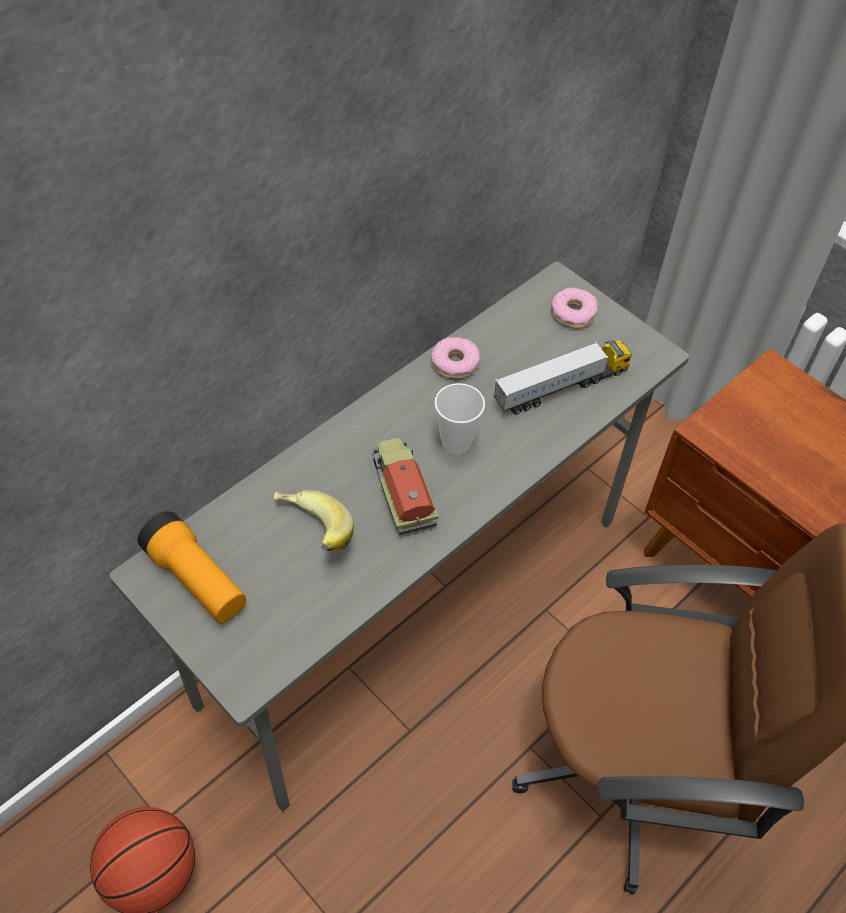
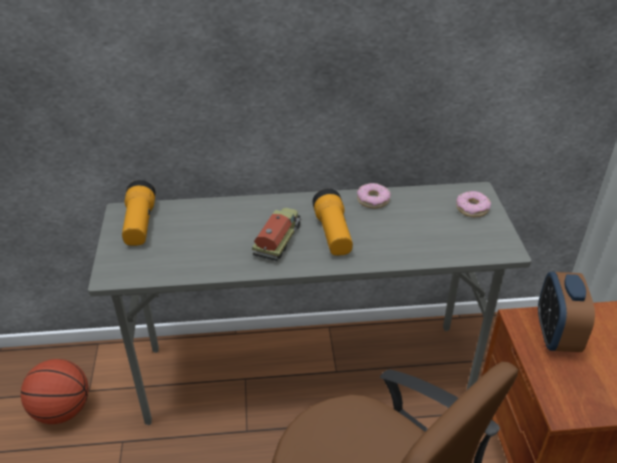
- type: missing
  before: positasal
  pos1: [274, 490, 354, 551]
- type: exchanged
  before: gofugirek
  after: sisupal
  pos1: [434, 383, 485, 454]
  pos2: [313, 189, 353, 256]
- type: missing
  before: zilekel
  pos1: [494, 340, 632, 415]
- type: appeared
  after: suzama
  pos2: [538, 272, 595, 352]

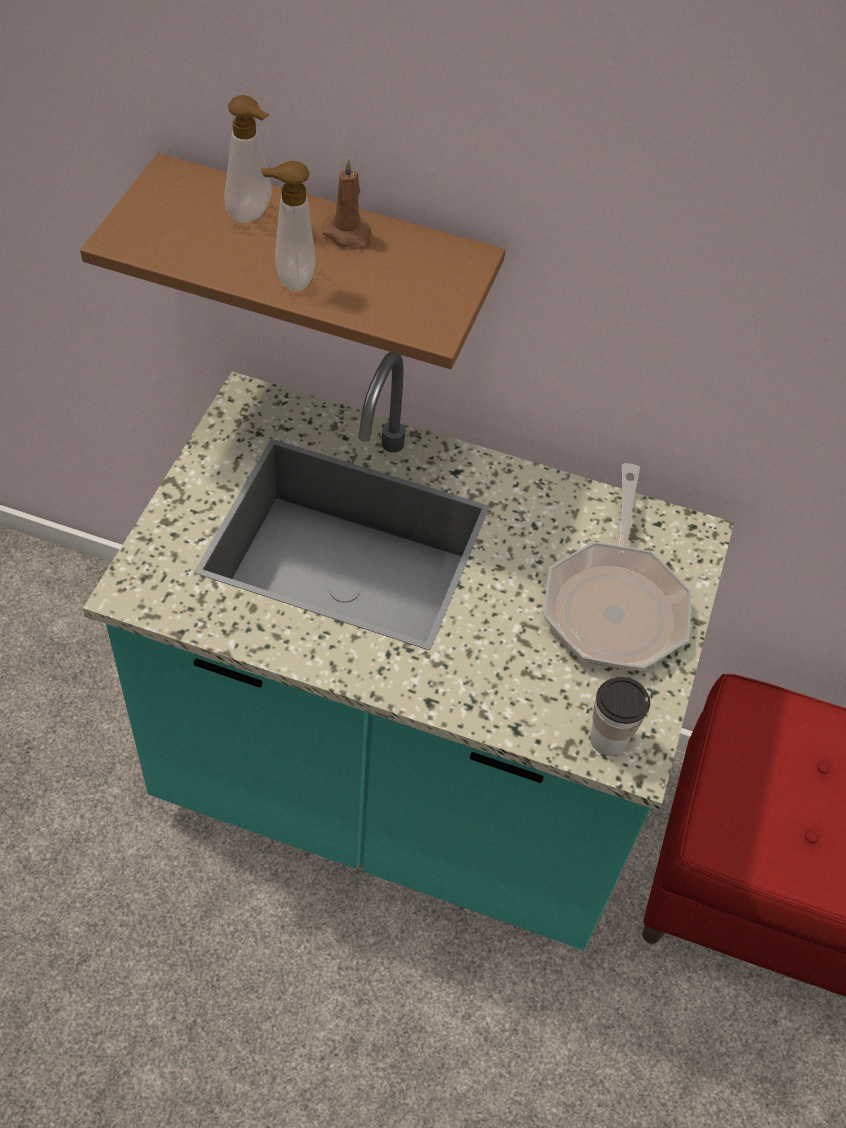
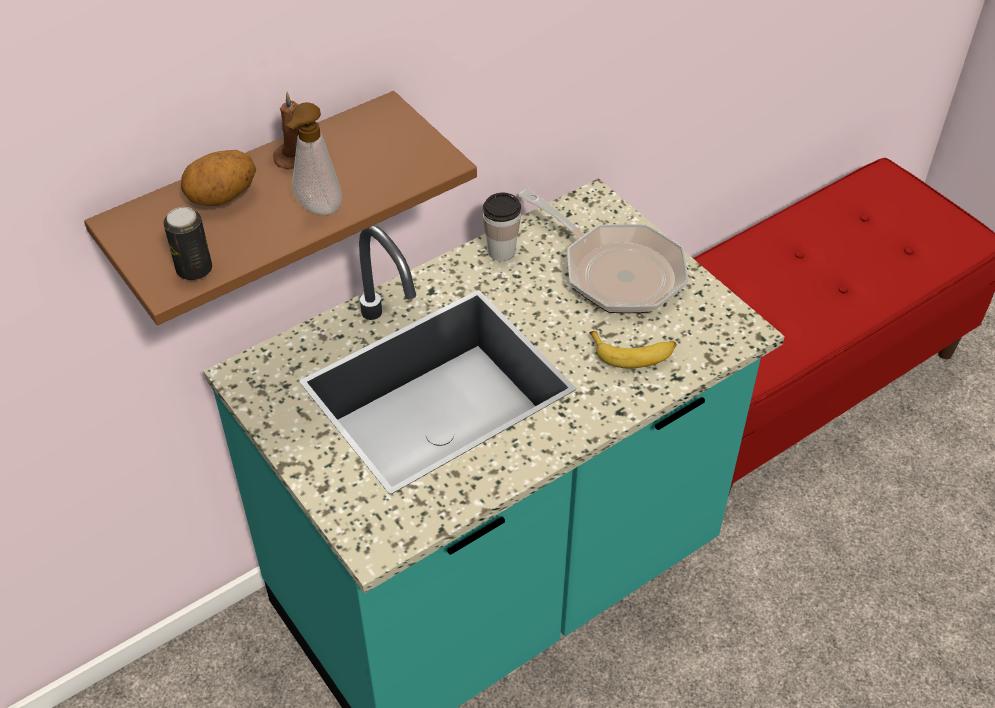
- type: exchanged
  before: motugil
  after: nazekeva
  pos1: [224, 95, 272, 223]
  pos2: [181, 150, 256, 206]
- type: relocated
  before: gofugirek
  pos1: [590, 677, 650, 756]
  pos2: [483, 193, 521, 261]
- type: appeared
  after: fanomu
  pos2: [163, 207, 212, 280]
- type: appeared
  after: positasal
  pos2: [589, 331, 677, 368]

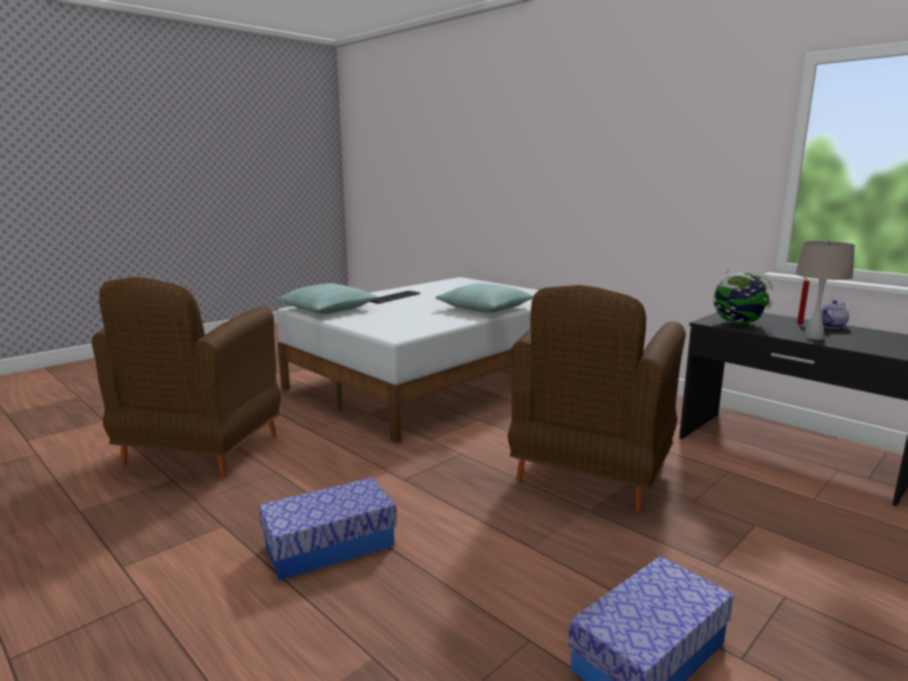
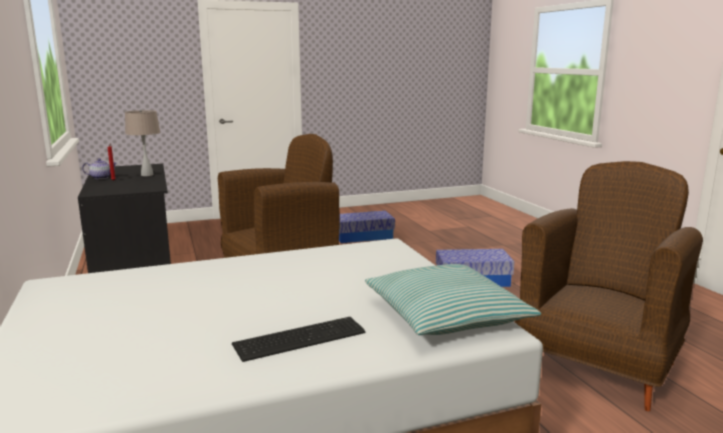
- type: missing
  before: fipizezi
  pos1: [435, 283, 534, 313]
- type: missing
  before: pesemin
  pos1: [713, 269, 773, 325]

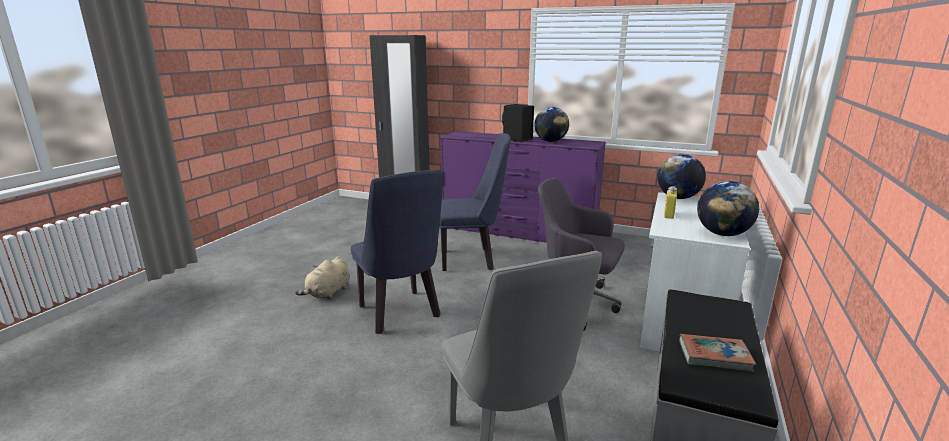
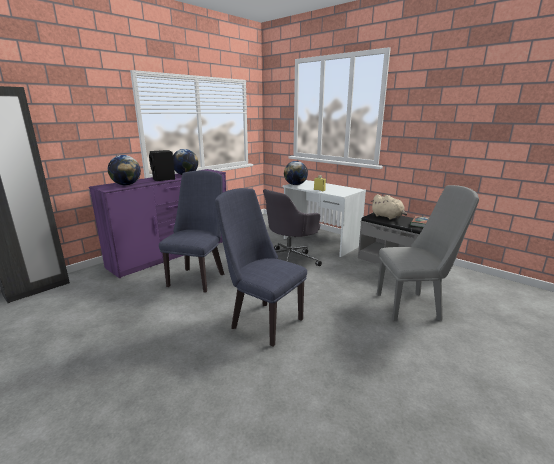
- type: relocated
  before: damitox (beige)
  pos1: [295, 256, 350, 299]
  pos2: [372, 194, 407, 220]
- type: spun
  before: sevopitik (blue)
  pos1: [351, 170, 443, 334]
  pos2: [215, 188, 307, 346]
  turn: -135
- type: relocated
  before: pesemin
  pos1: [697, 181, 759, 236]
  pos2: [108, 155, 141, 186]

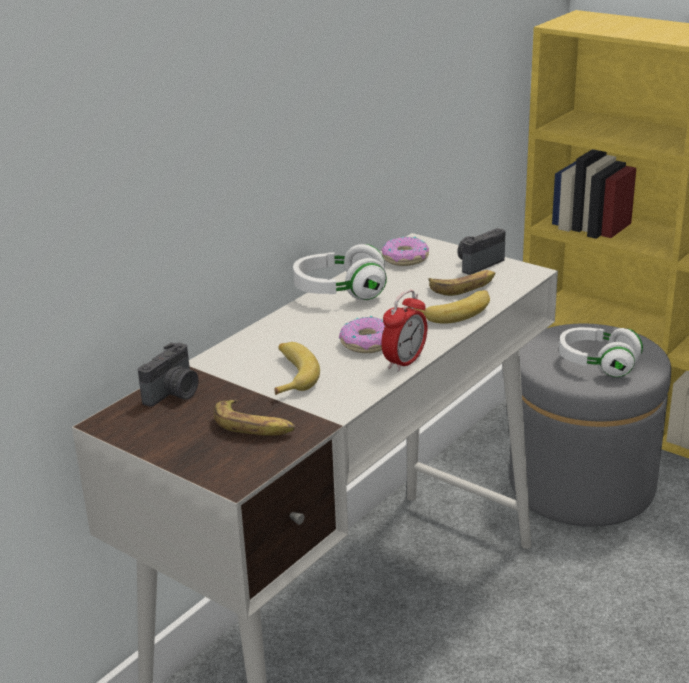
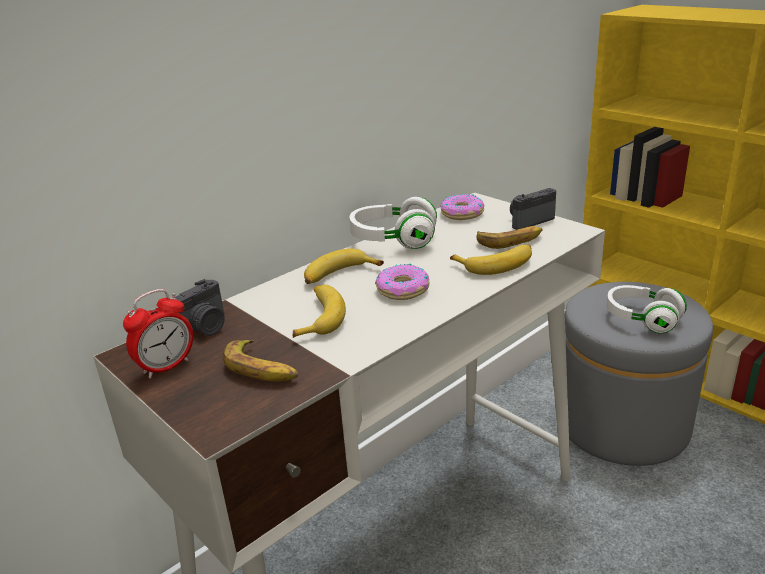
- type: relocated
  before: suzama
  pos1: [381, 290, 428, 372]
  pos2: [123, 289, 193, 379]
- type: appeared
  after: positasal
  pos2: [304, 249, 384, 284]

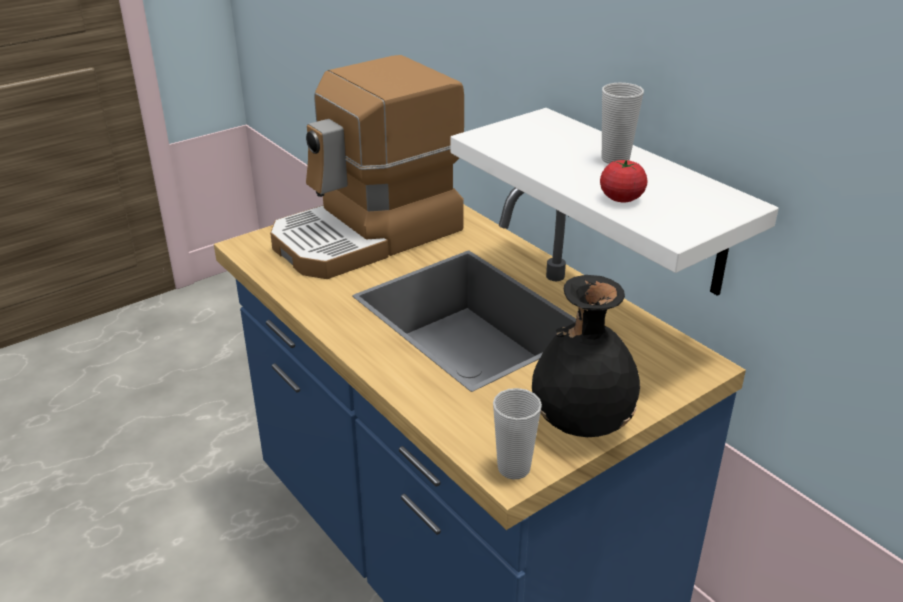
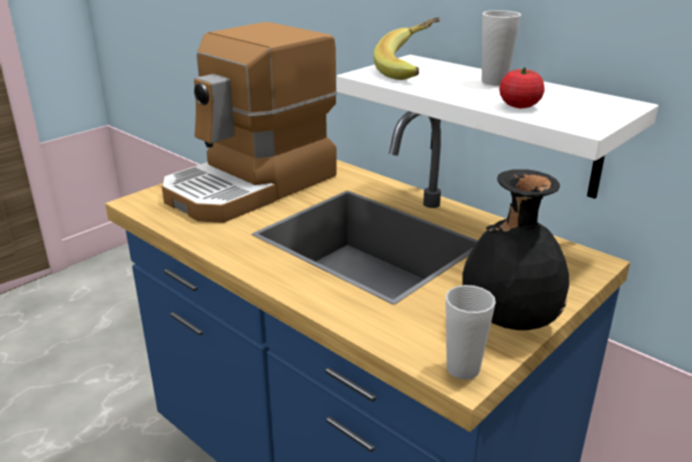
- type: appeared
  after: positasal
  pos2: [374, 17, 440, 80]

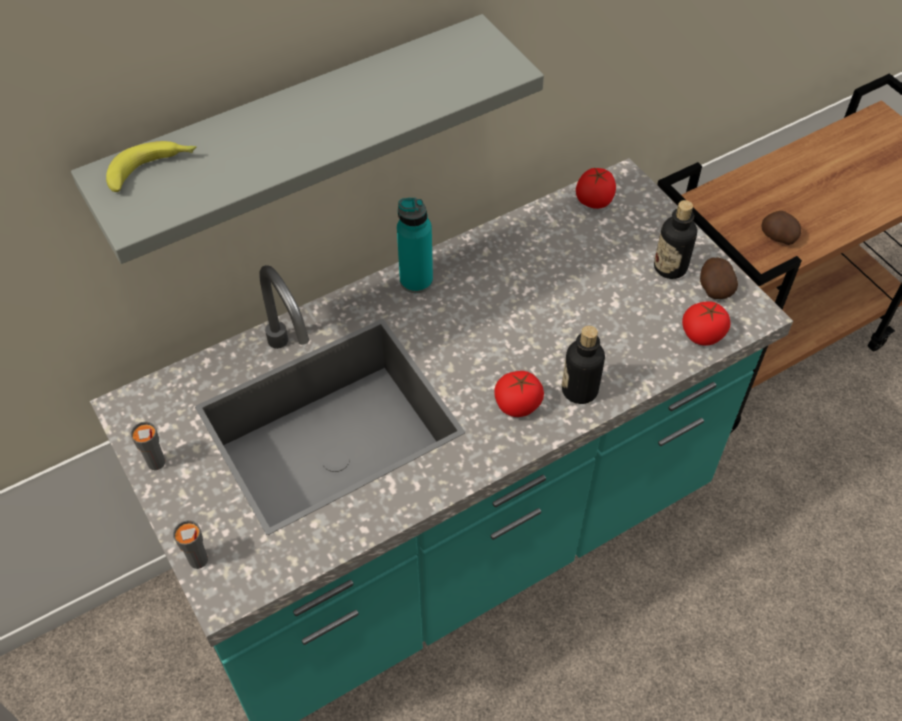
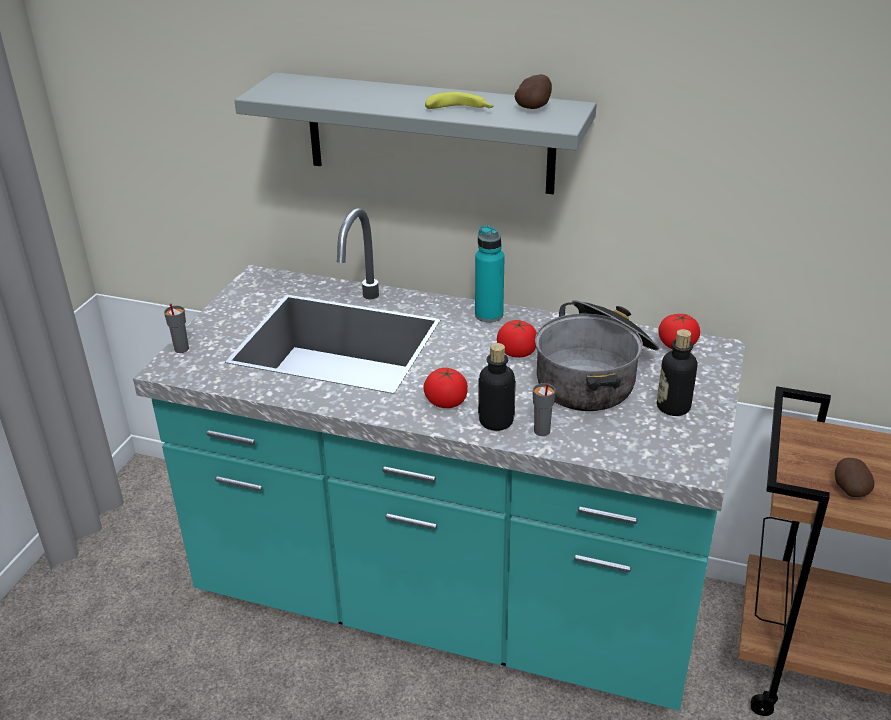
- type: relocated
  before: positasal
  pos1: [106, 141, 197, 192]
  pos2: [425, 92, 494, 109]
- type: relocated
  before: gofugirek (grey)
  pos1: [131, 421, 165, 470]
  pos2: [533, 383, 556, 436]
- type: relocated
  before: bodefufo
  pos1: [682, 301, 730, 346]
  pos2: [497, 320, 537, 358]
- type: relocated
  before: nazekeva
  pos1: [700, 258, 738, 299]
  pos2: [515, 74, 552, 109]
- type: appeared
  after: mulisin
  pos2: [535, 300, 659, 411]

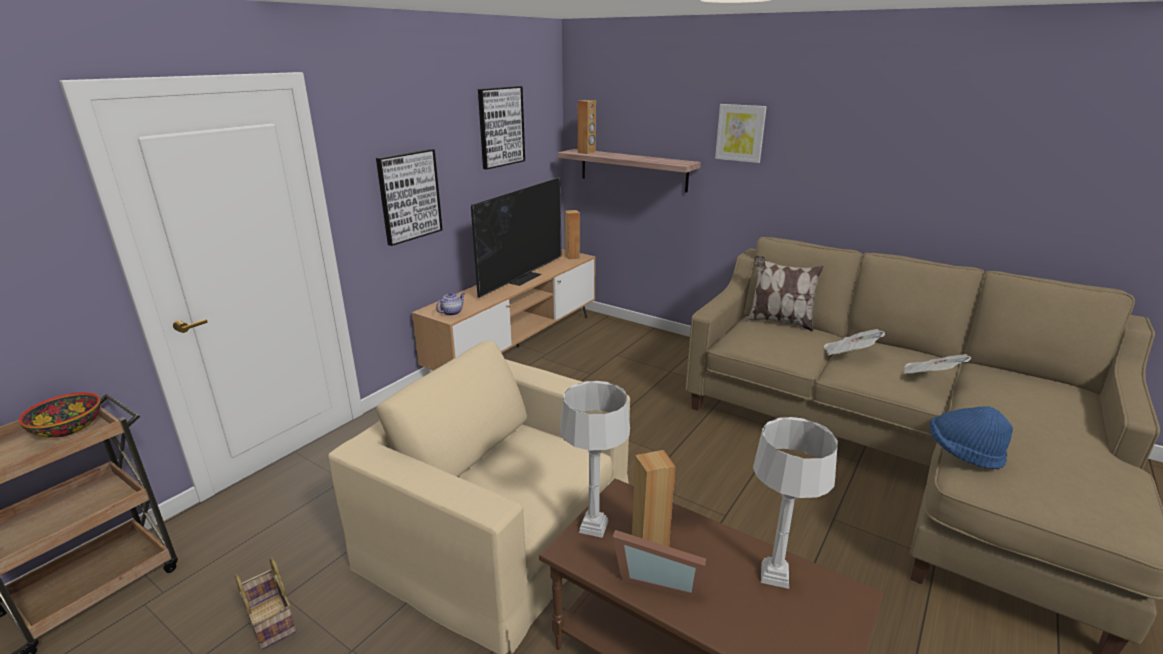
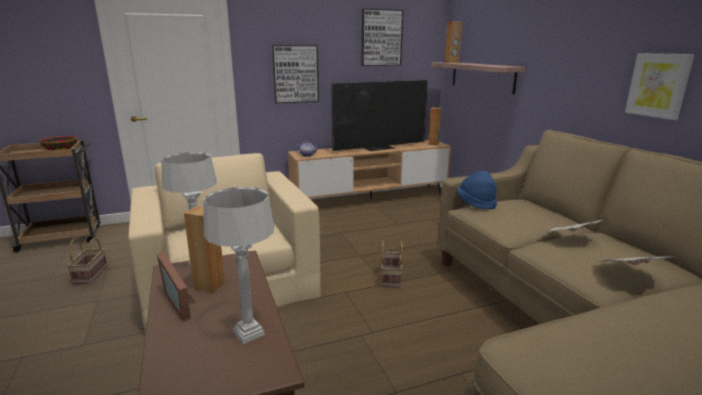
- type: relocated
  before: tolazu
  pos1: [715, 104, 767, 163]
  pos2: [625, 53, 694, 120]
- type: missing
  before: fipizezi
  pos1: [747, 256, 824, 331]
- type: relocated
  before: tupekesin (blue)
  pos1: [930, 406, 1013, 469]
  pos2: [457, 171, 497, 210]
- type: appeared
  after: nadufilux
  pos2: [381, 241, 403, 288]

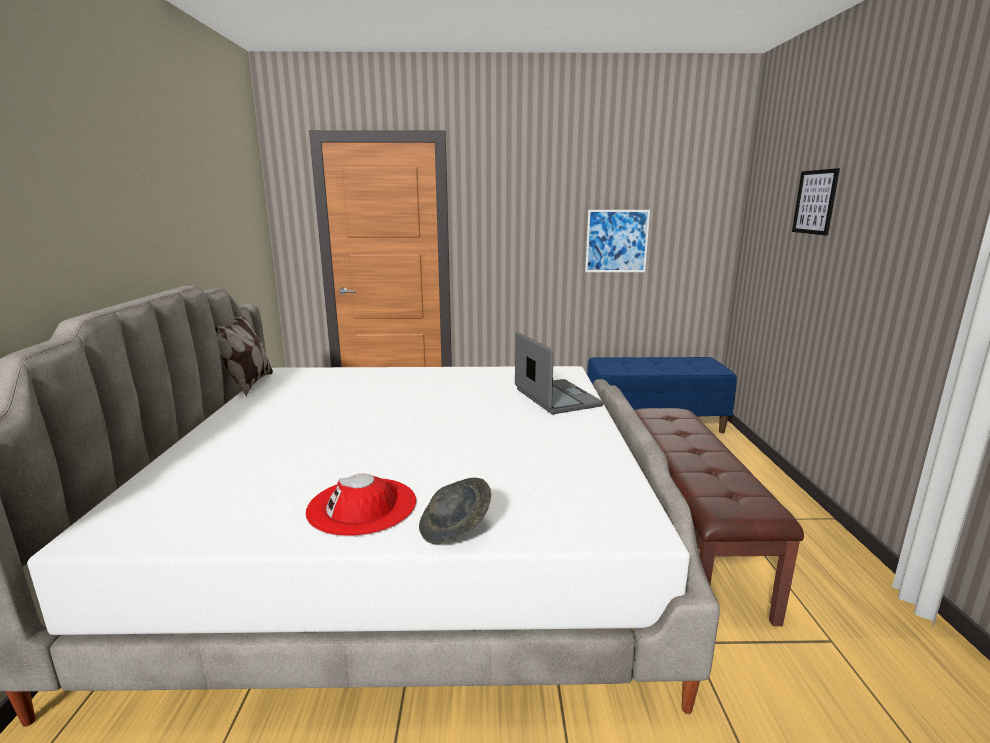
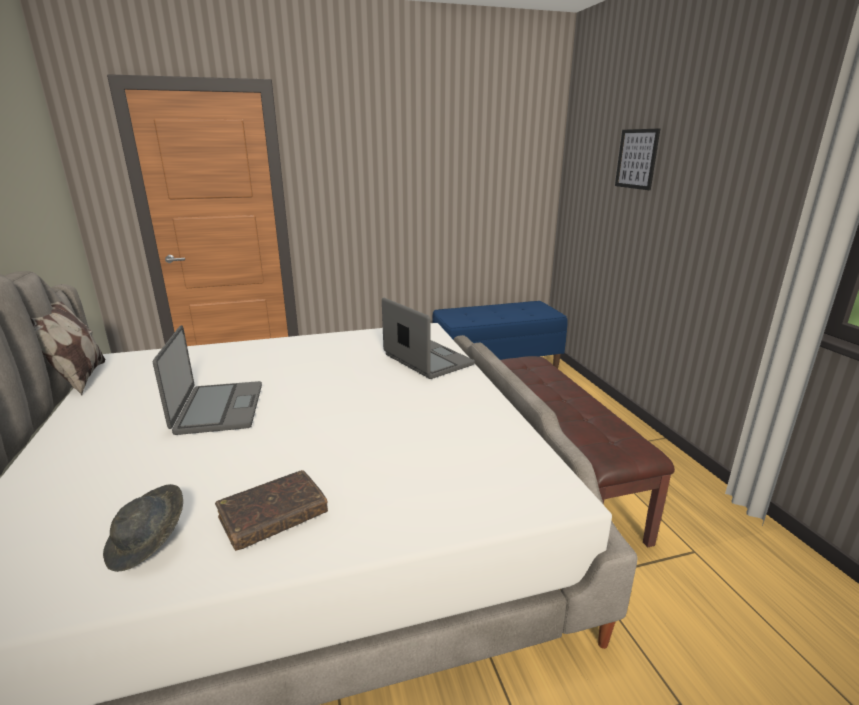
- type: exchanged
  before: tupekesin (red)
  after: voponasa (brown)
  pos1: [306, 474, 416, 537]
  pos2: [215, 470, 328, 551]
- type: relocated
  before: tupekesin (grey)
  pos1: [419, 478, 491, 544]
  pos2: [103, 484, 183, 572]
- type: missing
  before: tolazu
  pos1: [585, 210, 650, 272]
- type: appeared
  after: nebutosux
  pos2: [153, 325, 262, 435]

